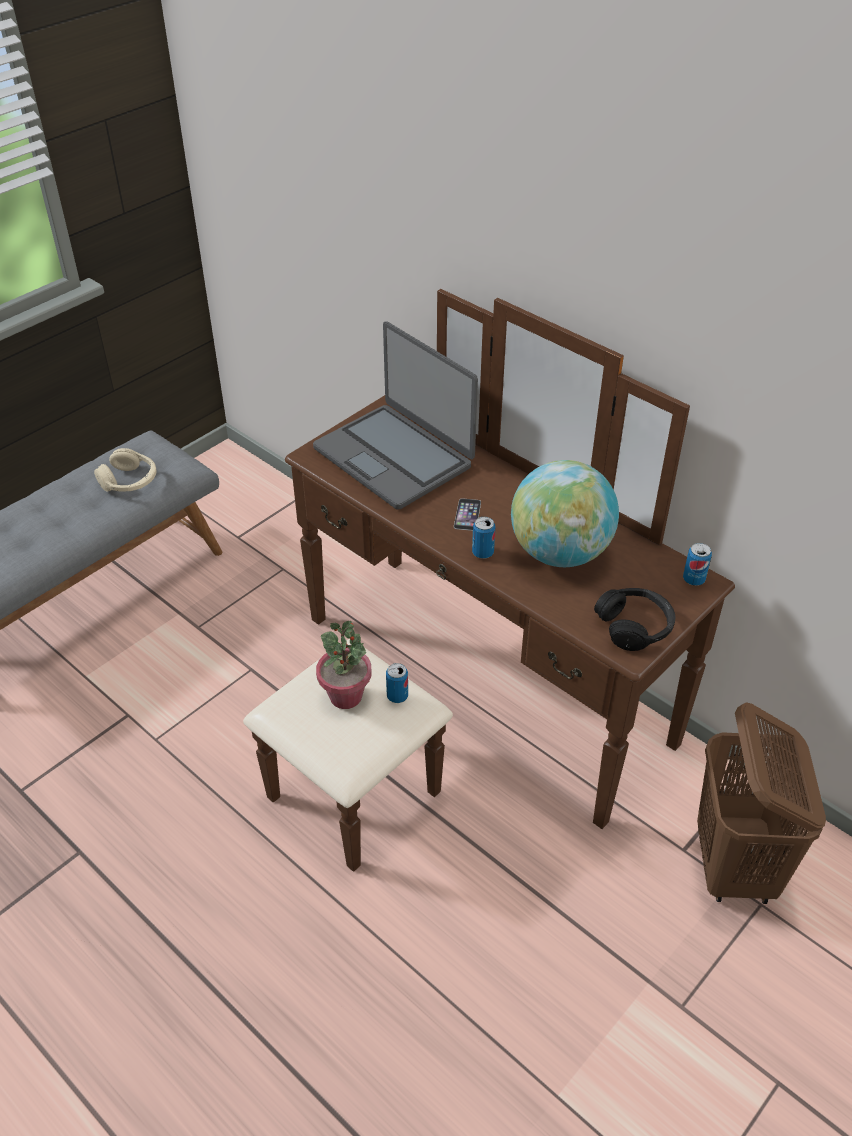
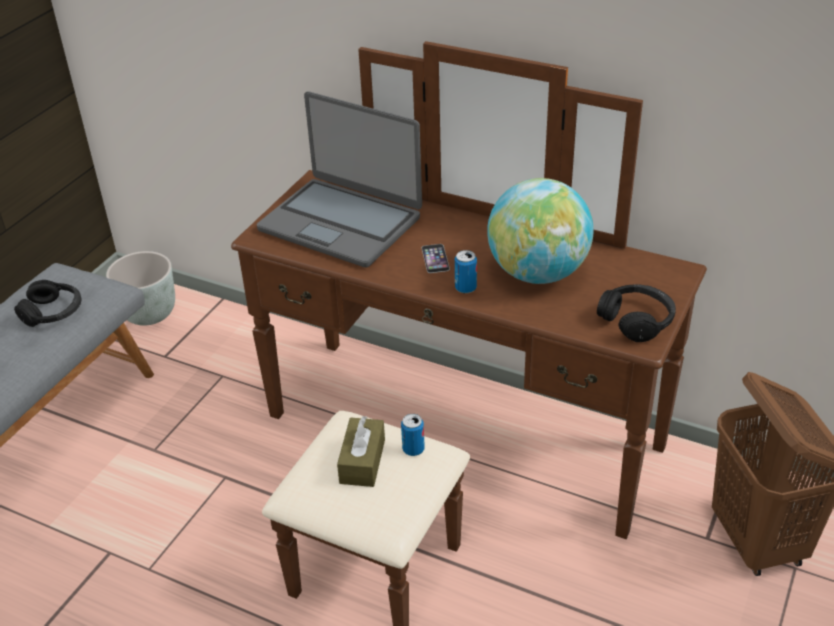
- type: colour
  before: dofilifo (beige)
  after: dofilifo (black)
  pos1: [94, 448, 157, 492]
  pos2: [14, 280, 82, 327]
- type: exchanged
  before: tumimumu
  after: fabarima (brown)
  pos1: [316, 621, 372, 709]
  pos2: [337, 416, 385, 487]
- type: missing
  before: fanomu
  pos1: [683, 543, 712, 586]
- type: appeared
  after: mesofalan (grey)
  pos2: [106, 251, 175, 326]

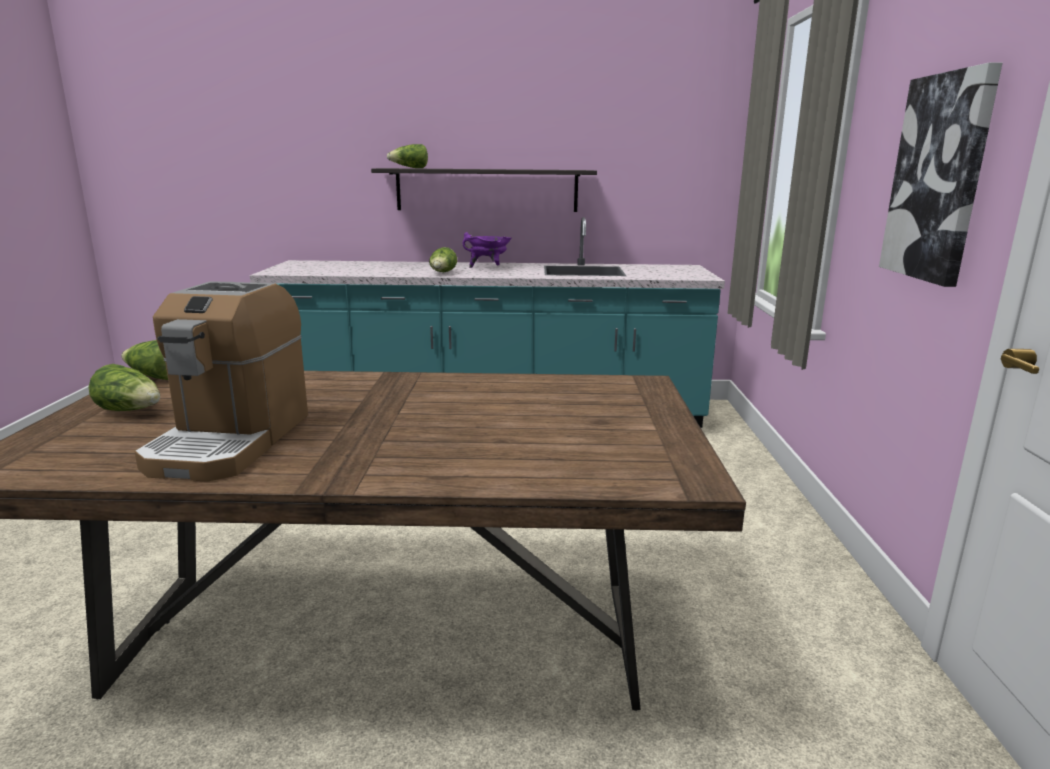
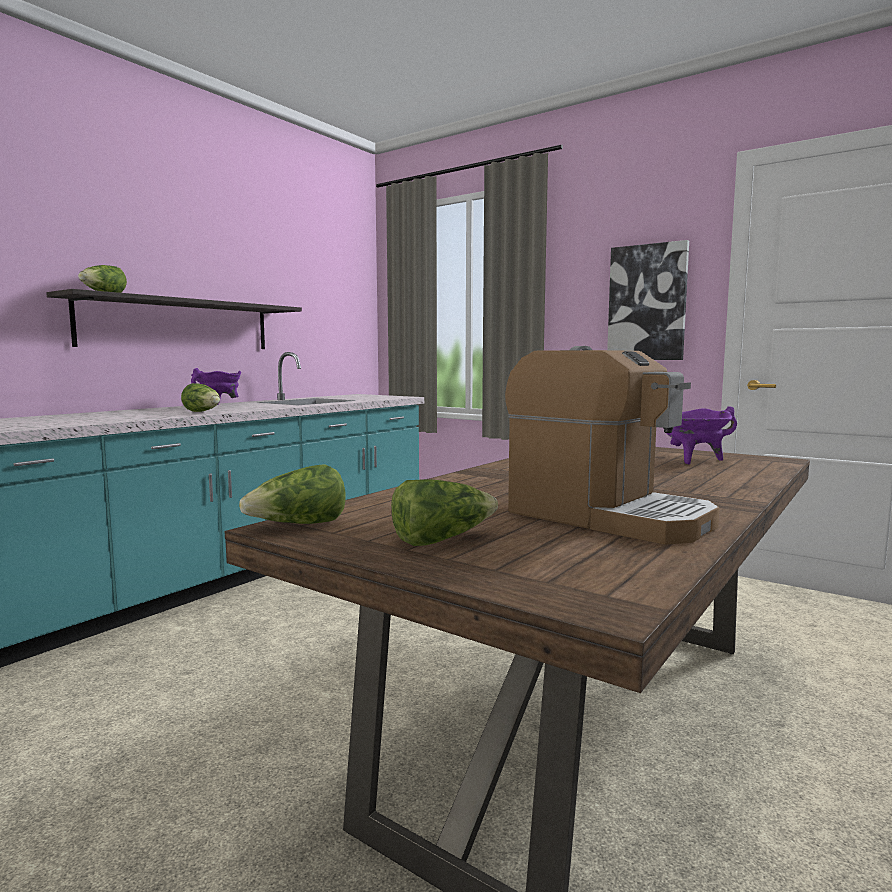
- type: appeared
  after: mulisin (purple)
  pos2: [667, 406, 737, 464]

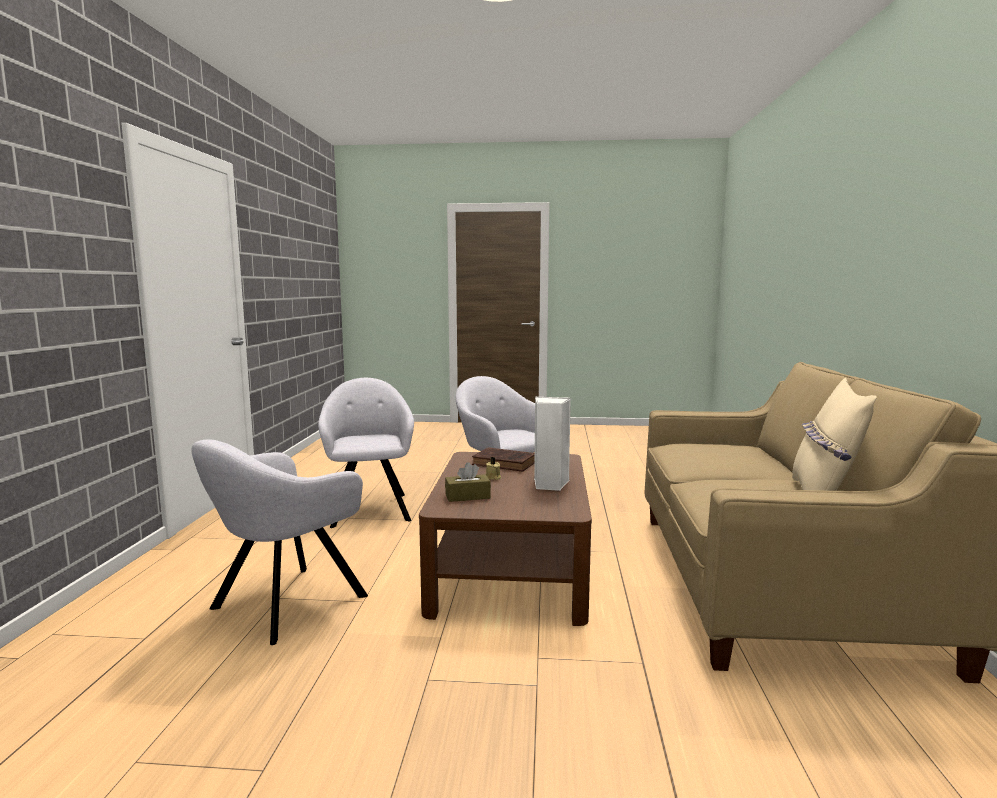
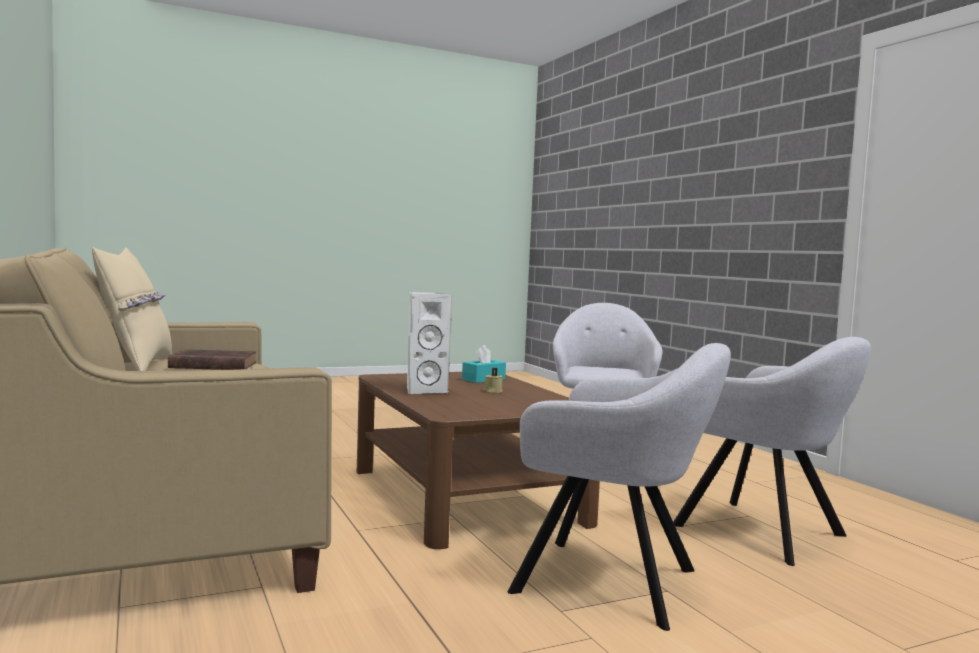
- type: colour
  before: fabarima (brown)
  after: fabarima (turquoise)
  pos1: [445, 462, 491, 502]
  pos2: [462, 345, 506, 383]
- type: relocated
  before: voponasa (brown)
  pos1: [472, 447, 535, 472]
  pos2: [168, 349, 256, 370]

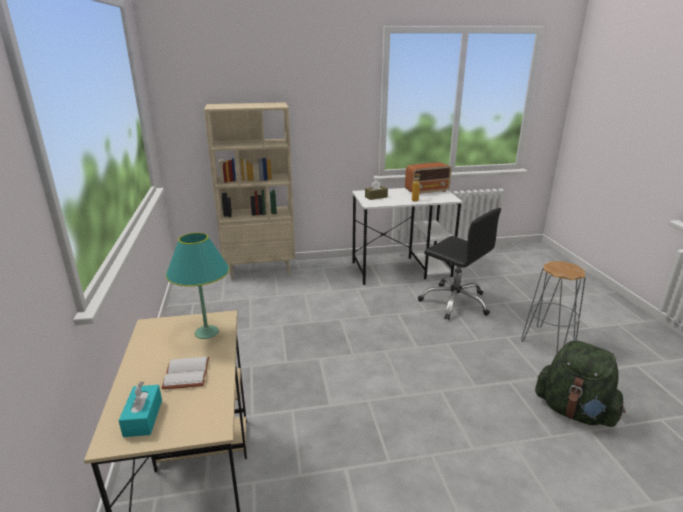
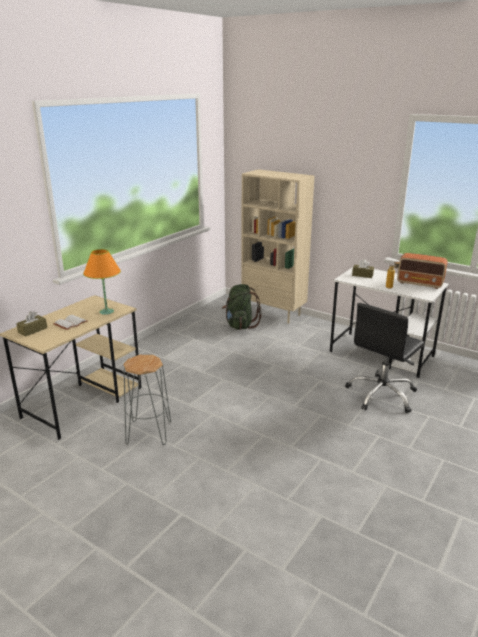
- type: colour
  before: fabarima (turquoise)
  after: fabarima (brown)
  pos1: [119, 382, 162, 437]
  pos2: [16, 311, 47, 337]
- type: colour
  before: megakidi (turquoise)
  after: megakidi (orange)
  pos1: [166, 233, 230, 339]
  pos2: [83, 249, 121, 315]
- type: spun
  before: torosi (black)
  pos1: [418, 208, 501, 320]
  pos2: [345, 303, 425, 413]
  turn: 45
- type: relocated
  before: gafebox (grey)
  pos1: [521, 261, 586, 354]
  pos2: [123, 355, 171, 445]
- type: relocated
  before: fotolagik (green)
  pos1: [535, 340, 626, 427]
  pos2: [222, 284, 262, 330]

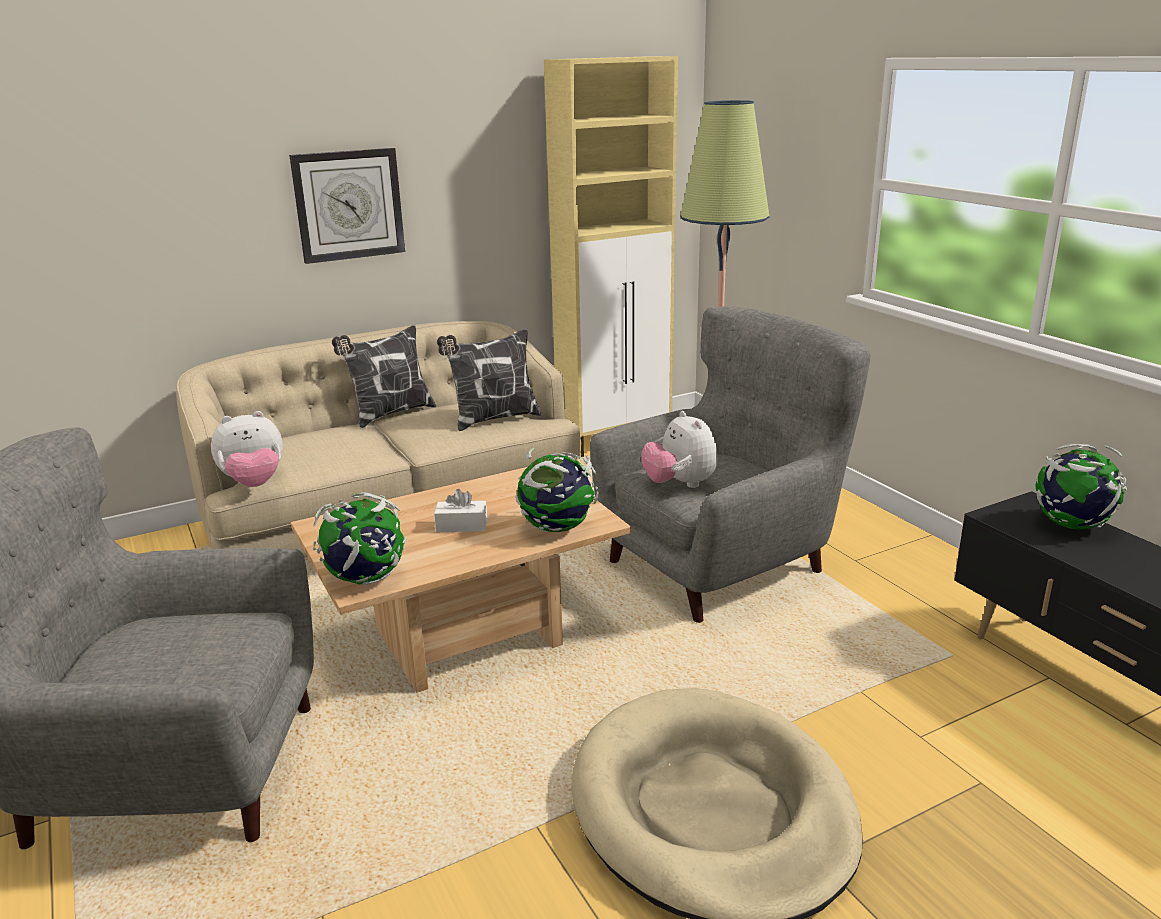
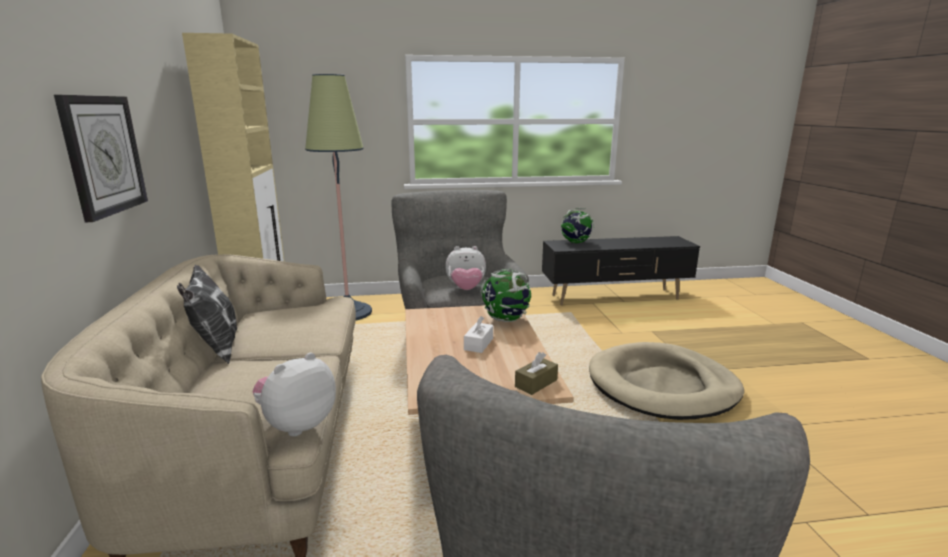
- type: spun
  before: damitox
  pos1: [211, 411, 283, 487]
  pos2: [253, 352, 336, 436]
  turn: -135
- type: exchanged
  before: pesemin
  after: fabarima (brown)
  pos1: [313, 492, 406, 585]
  pos2: [515, 352, 558, 395]
- type: missing
  before: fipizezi
  pos1: [437, 329, 542, 431]

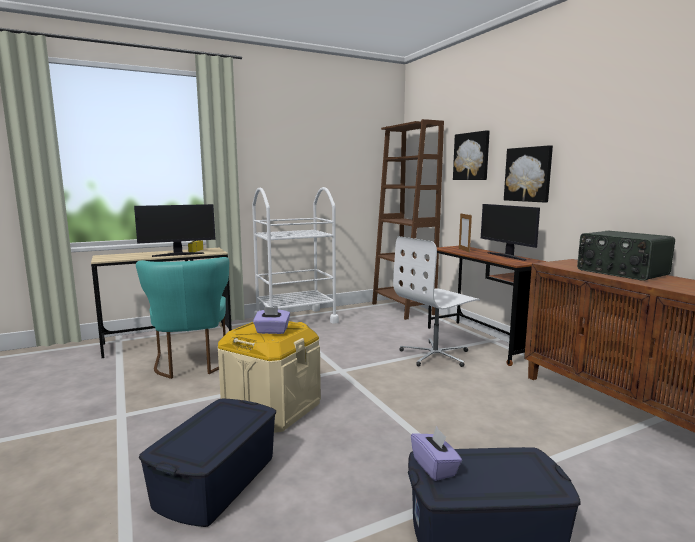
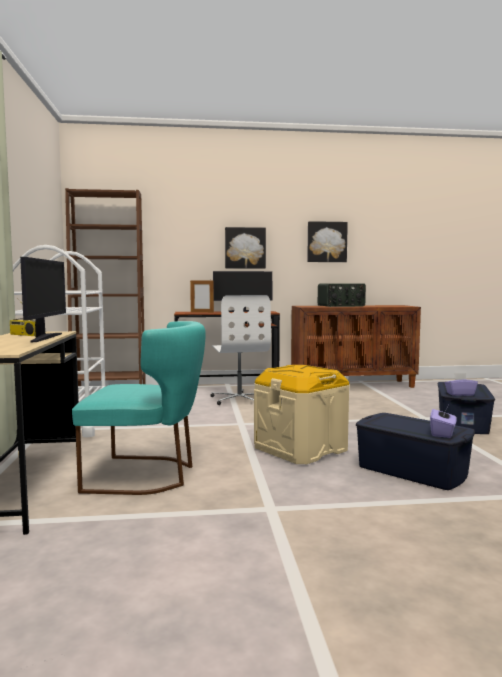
- type: relocated
  before: fabarima (purple)
  pos1: [253, 307, 290, 334]
  pos2: [430, 405, 457, 438]
- type: relocated
  before: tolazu
  pos1: [453, 130, 490, 180]
  pos2: [307, 221, 348, 262]

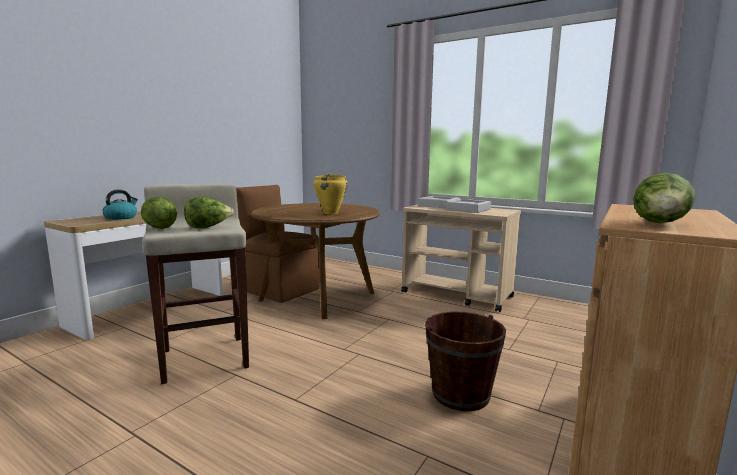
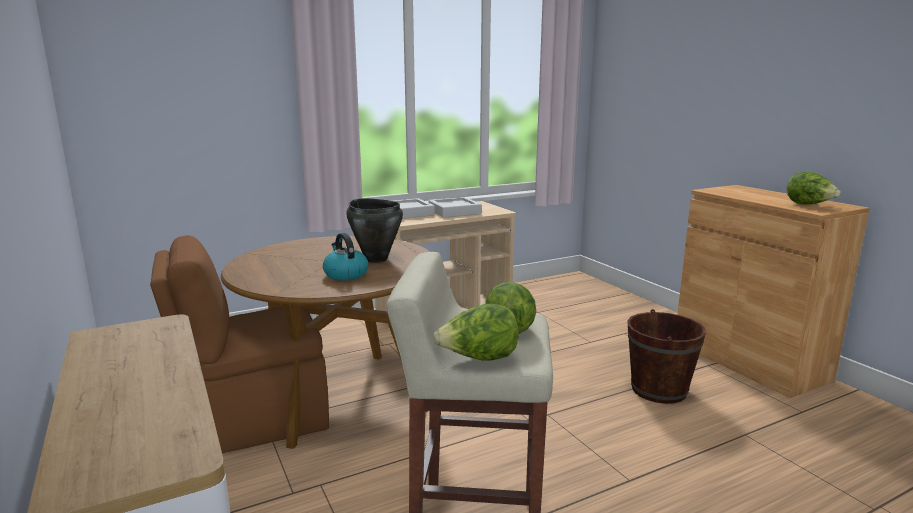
- type: relocated
  before: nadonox
  pos1: [102, 190, 138, 220]
  pos2: [323, 233, 368, 280]
- type: colour
  before: mulisin (yellow)
  after: mulisin (black)
  pos1: [313, 174, 348, 214]
  pos2: [346, 198, 403, 263]

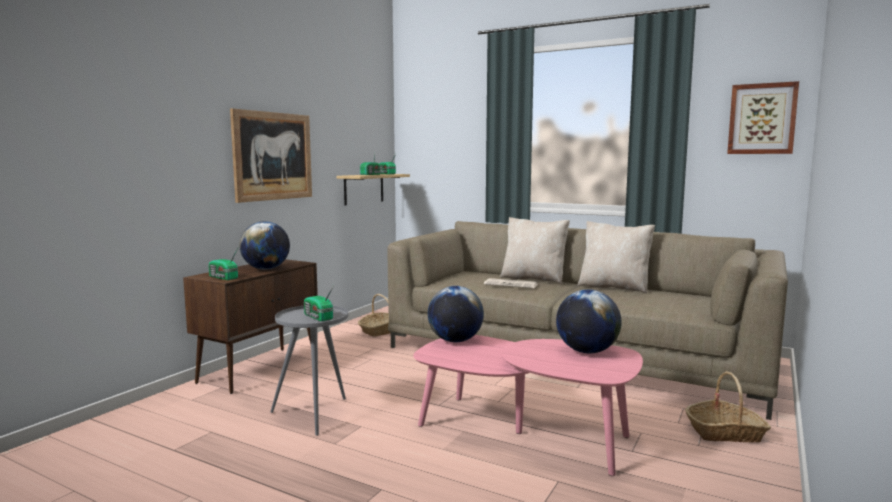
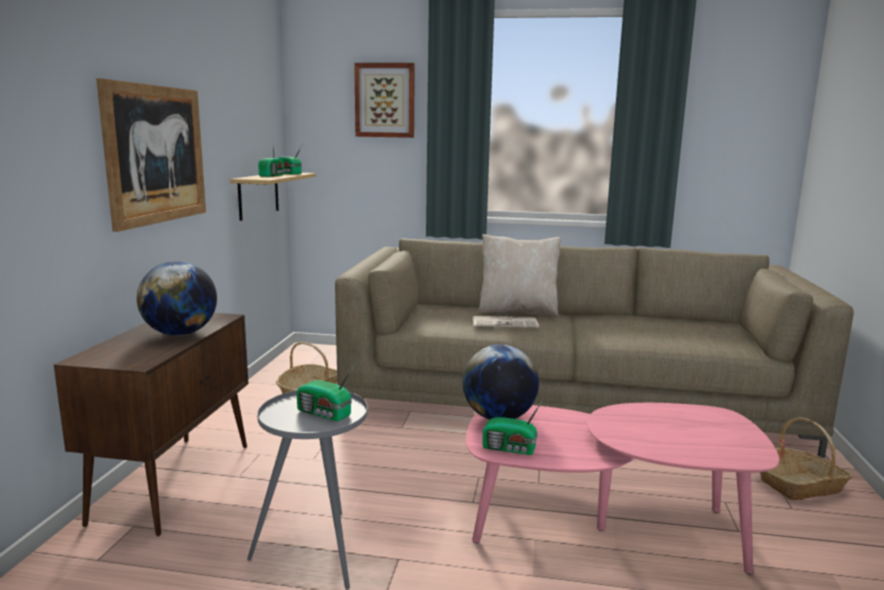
- type: relocated
  before: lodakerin
  pos1: [209, 248, 238, 280]
  pos2: [482, 400, 543, 455]
- type: missing
  before: pesemin
  pos1: [556, 289, 622, 353]
- type: missing
  before: fipizezi (beige)
  pos1: [577, 221, 655, 294]
- type: relocated
  before: tolazu
  pos1: [727, 81, 799, 154]
  pos2: [354, 63, 415, 138]

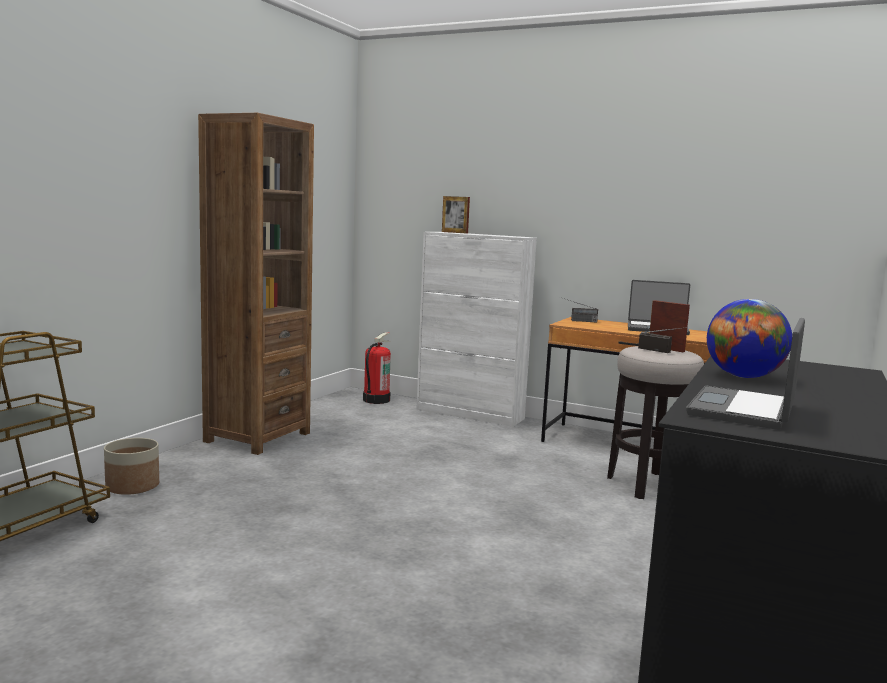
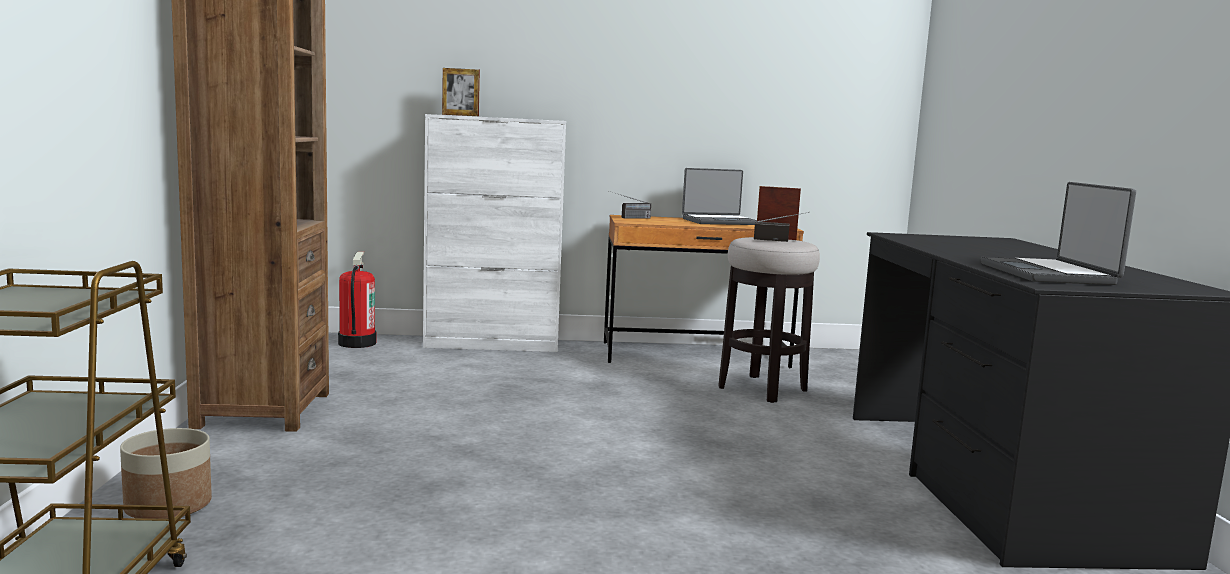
- type: missing
  before: pesemin
  pos1: [707, 299, 792, 378]

